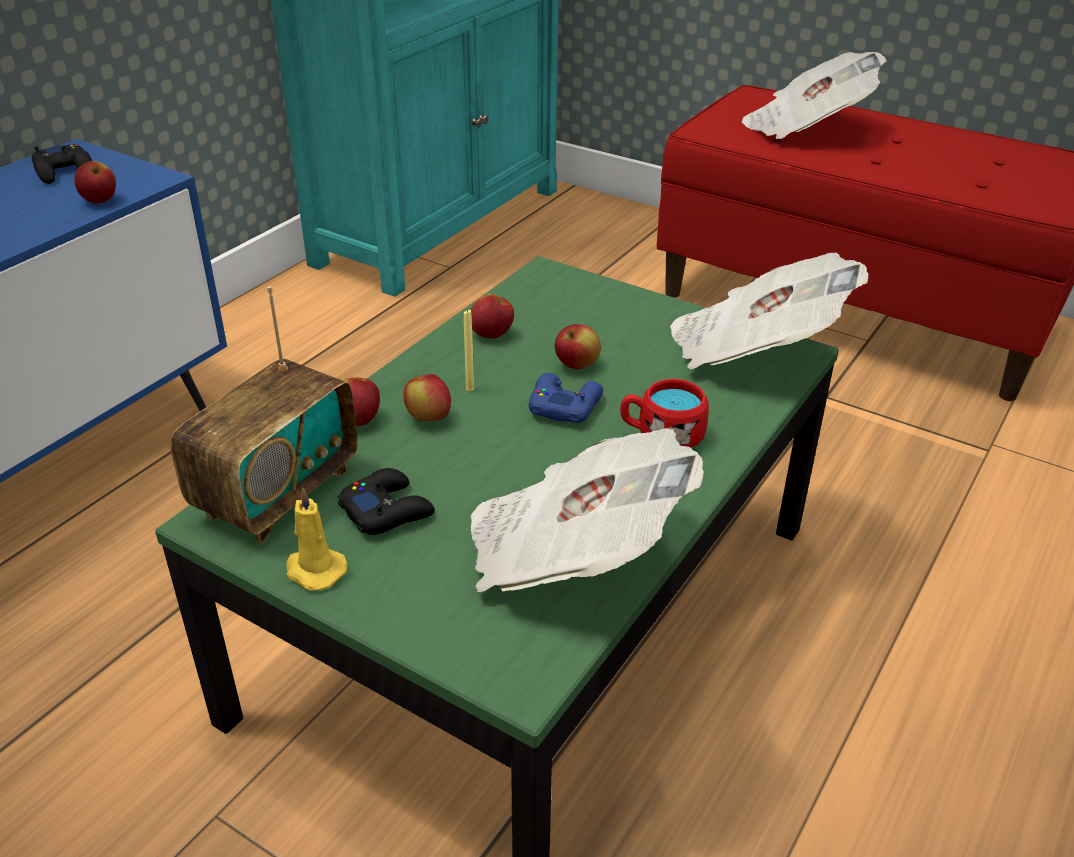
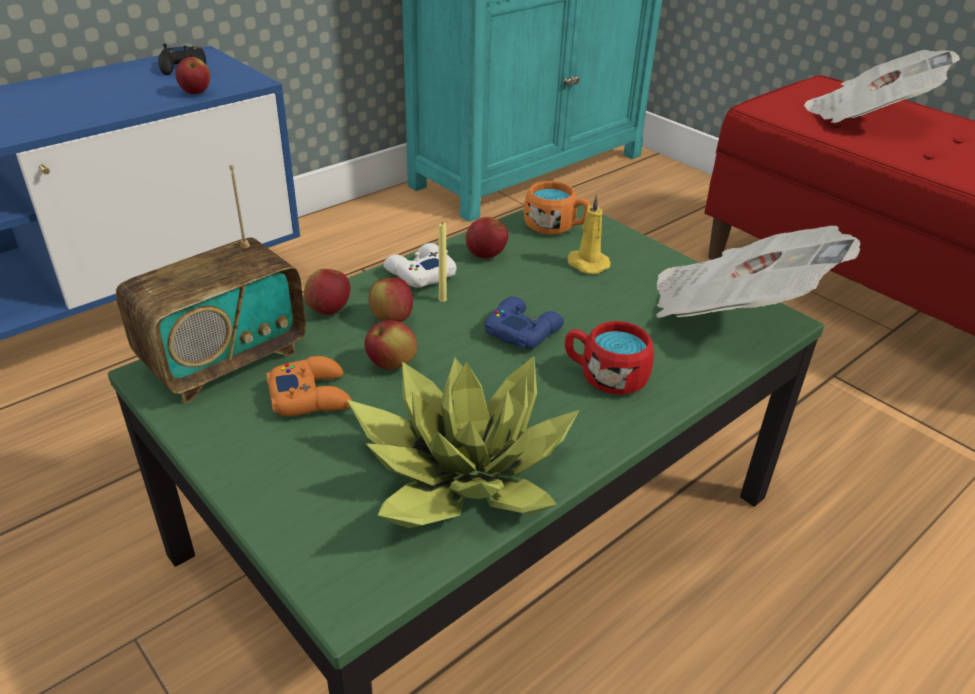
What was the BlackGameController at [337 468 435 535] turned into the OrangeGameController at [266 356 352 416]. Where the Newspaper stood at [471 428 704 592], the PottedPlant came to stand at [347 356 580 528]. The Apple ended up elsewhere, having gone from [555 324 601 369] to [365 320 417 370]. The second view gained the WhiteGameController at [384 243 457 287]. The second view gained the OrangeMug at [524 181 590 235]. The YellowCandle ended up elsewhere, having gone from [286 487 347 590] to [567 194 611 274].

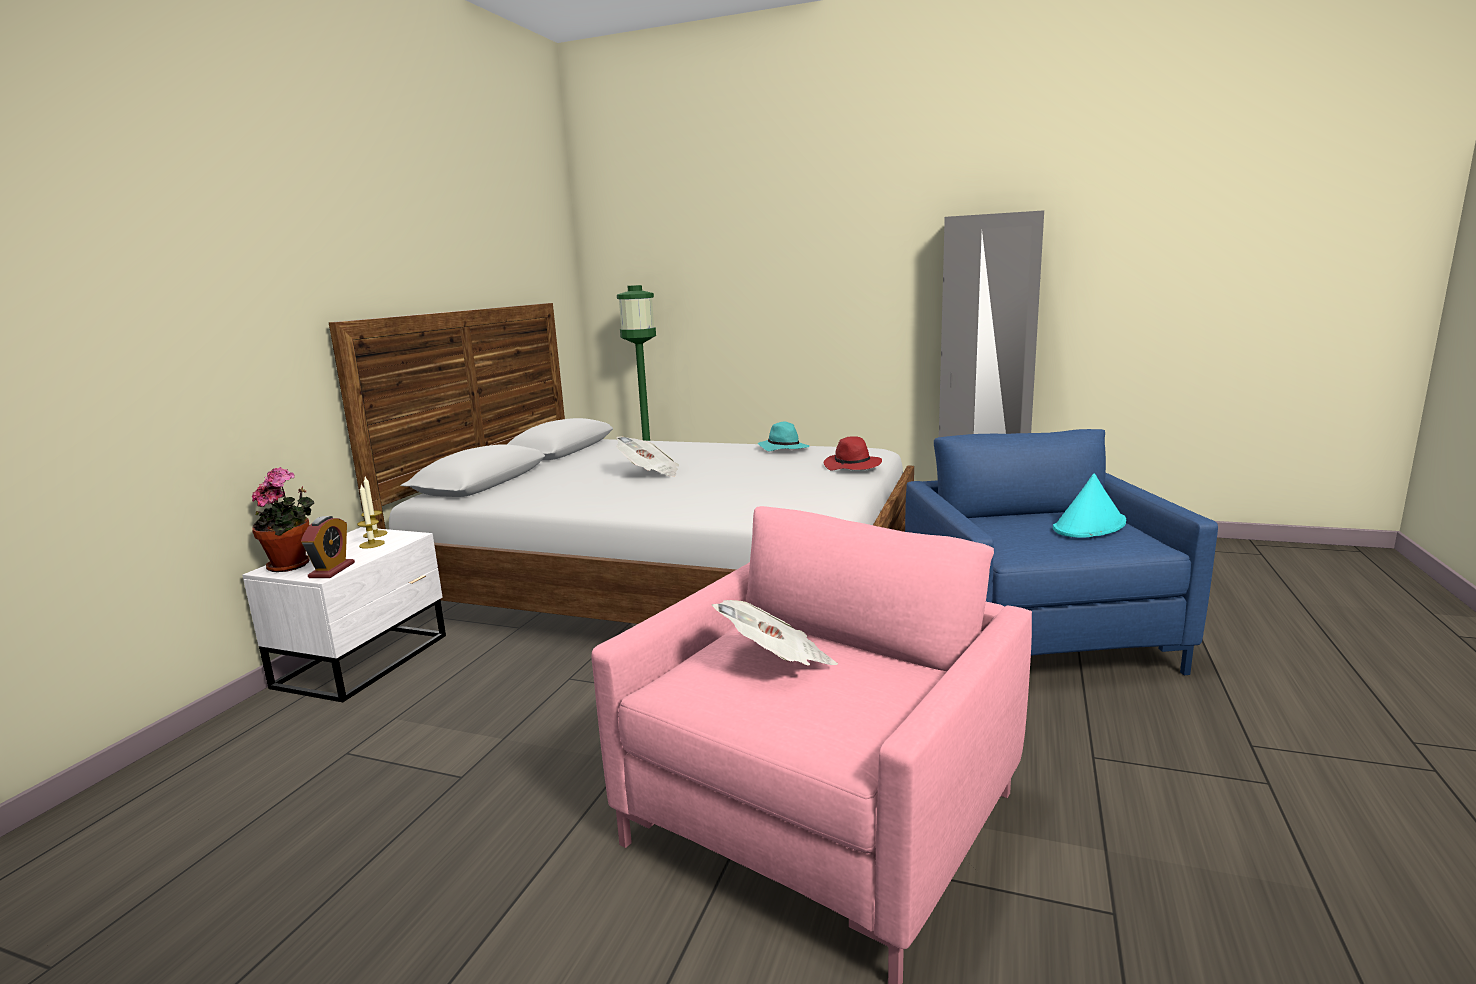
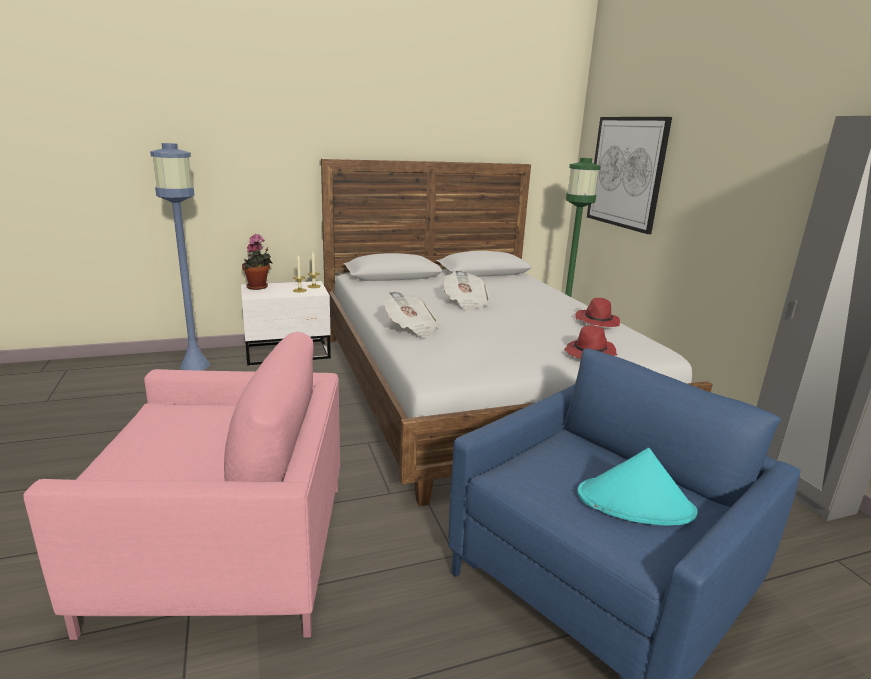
The second view gained the BlueFloorLamp at [150 143 210 371]. The Newspaper ended up elsewhere, having gone from [712 600 838 666] to [383 291 440 338]. What was the TurquoiseHat at [758 422 809 452] turned into the RedHat at [575 298 620 327]. The second view gained the Picture at [587 117 672 234]. The second view lost the AlarmClock at [301 516 355 578].

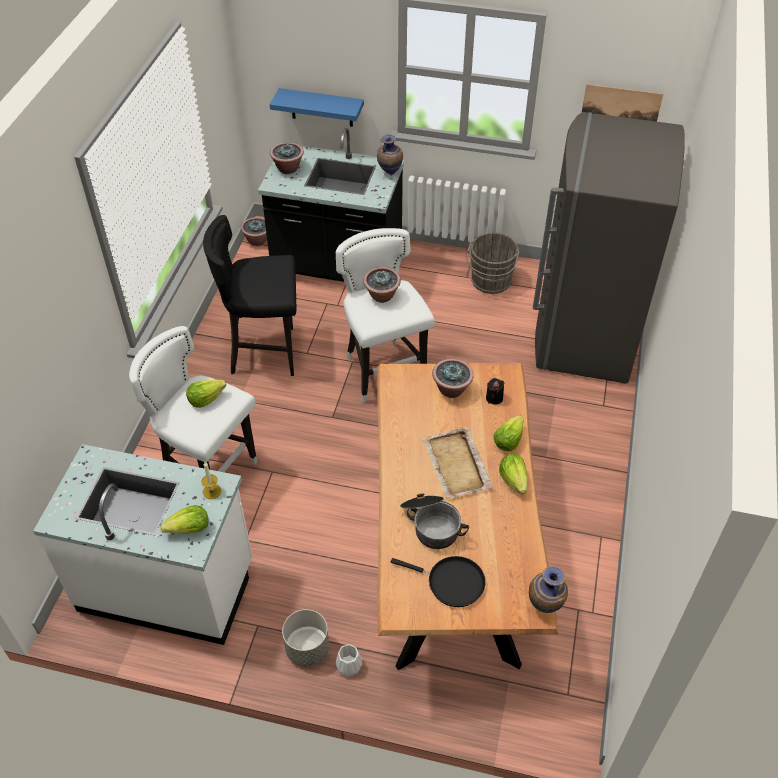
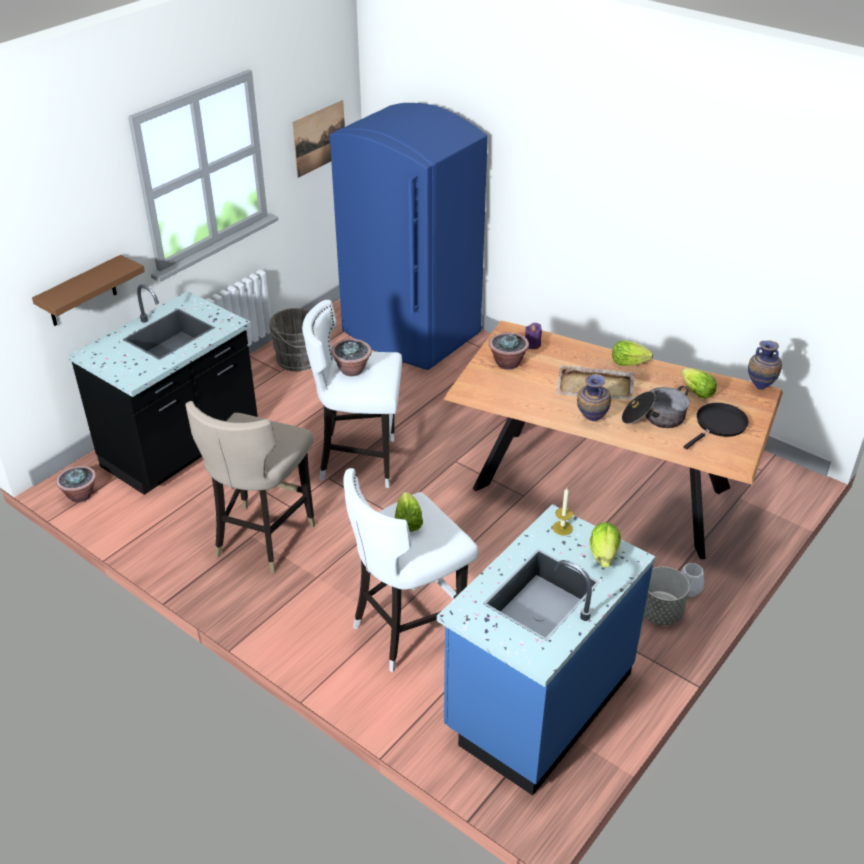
What was the BlueShelf at [270 88 364 127] turned into the BrownShelf at [32 255 145 326]. What was the BlackStool at [203 215 296 376] turned into the BeigeStool at [185 401 315 573]. What was the GreyFridge at [533 112 685 384] turned into the BlueFridge at [330 103 488 370]. What was the WhiteCounter at [33 444 252 645] turned into the BlueCounter at [437 504 655 796]. What was the BlackCandle at [486 378 504 405] turned into the PurpleCandle at [525 323 542 349]. The Vase ended up elsewhere, having gone from [377 134 403 175] to [577 374 611 421]. The Lettuce ended up elsewhere, having gone from [494 416 524 452] to [681 368 717 399]. The second view lost the PottedPlant at [270 142 304 174].

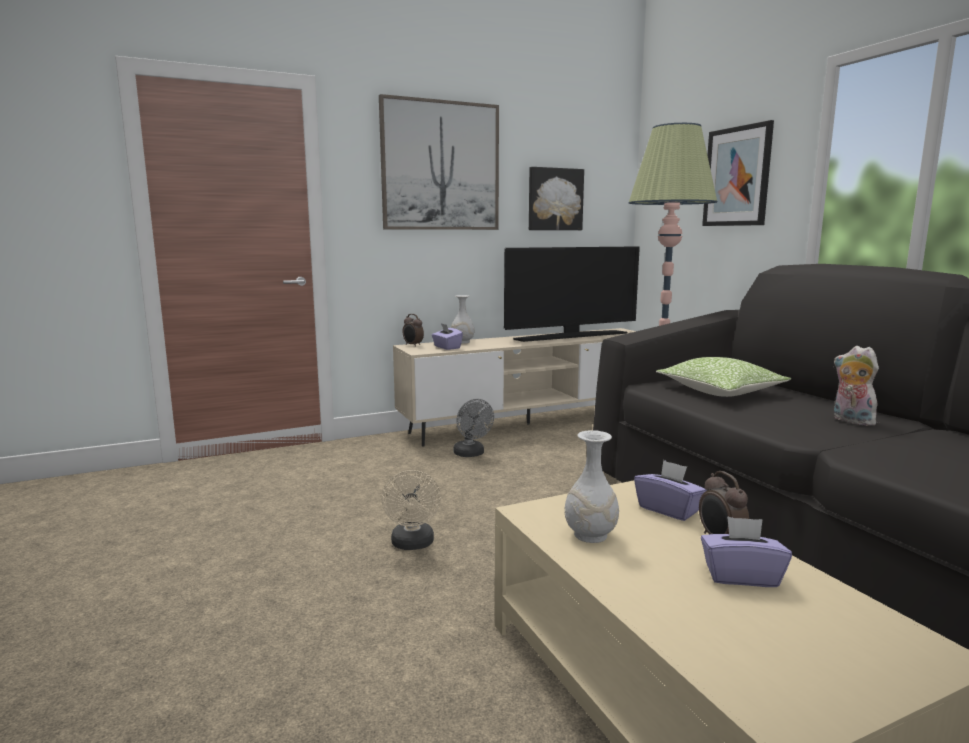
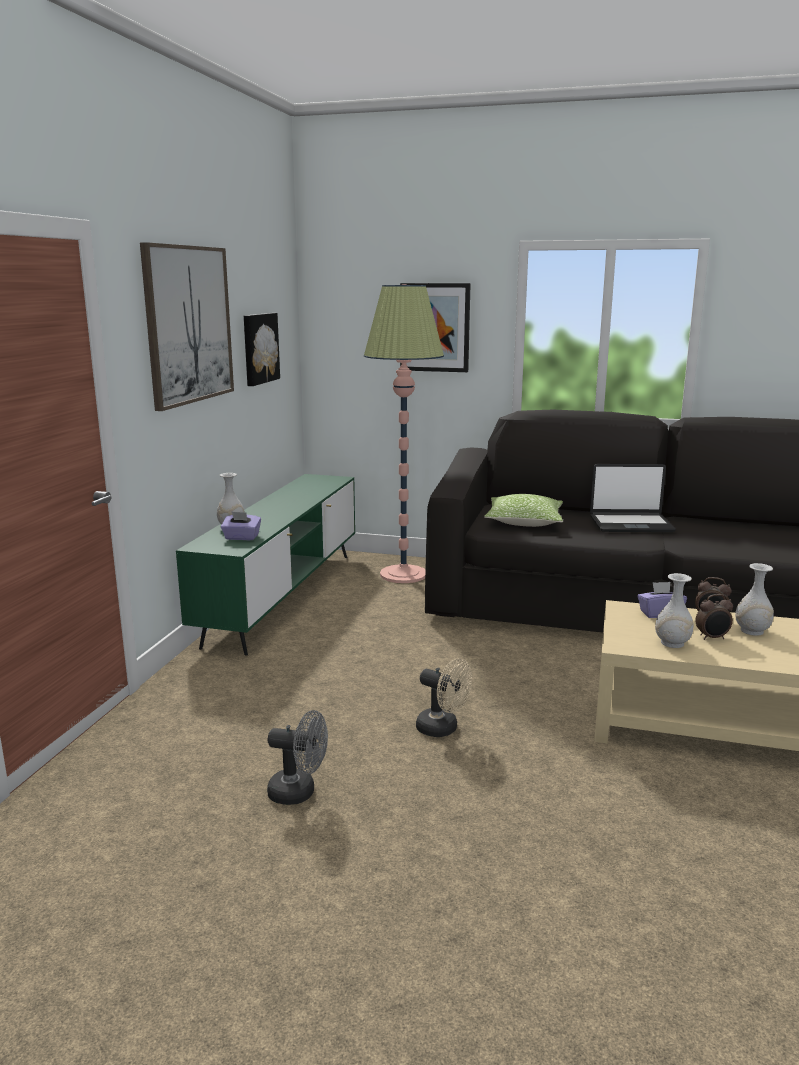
What was the BeigeTvStand at [393 328 636 447] turned into the GreenTvStand at [176 474 355 655]. The GreyFan ended up elsewhere, having gone from [453 399 494 457] to [267 710 328 805]. Where the PlushToy stood at [834 346 879 426], the Laptop came to stand at [590 464 676 532]. The AlarmClock ended up elsewhere, having gone from [403 314 424 347] to [695 594 733 640]. Where the PurpleTissueBox stood at [701 516 792 587], the WhiteVase came to stand at [735 563 774 636]. The second view lost the Television at [504 246 640 342].

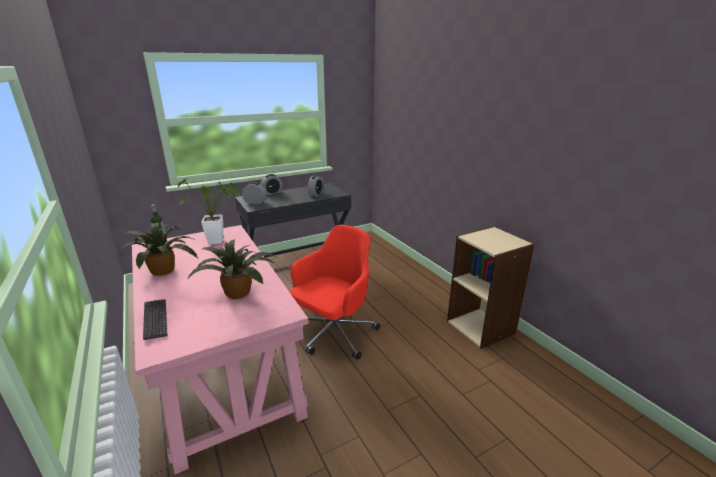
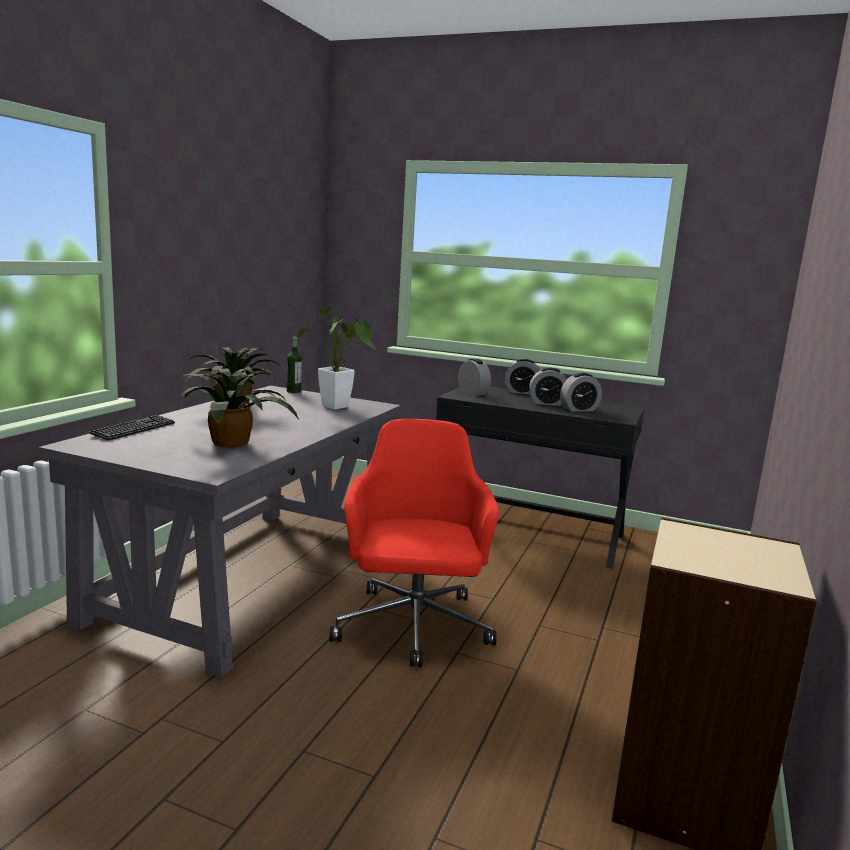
What was the PinkDesk at [132 225 309 474] turned into the GreyDesk at [39 386 401 678]. The RedOfficeChair at [289 225 380 360] ended up facing another way, 90 degrees counterclockwise from before. The second view gained the AlarmClock at [529 368 566 406].

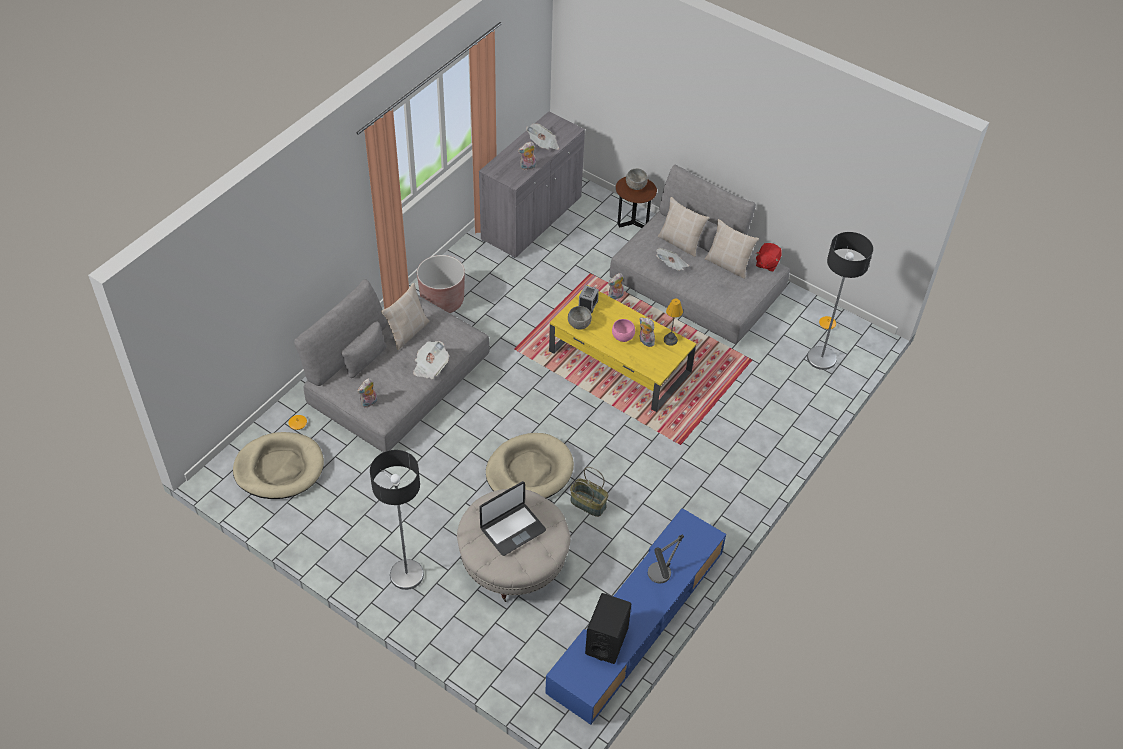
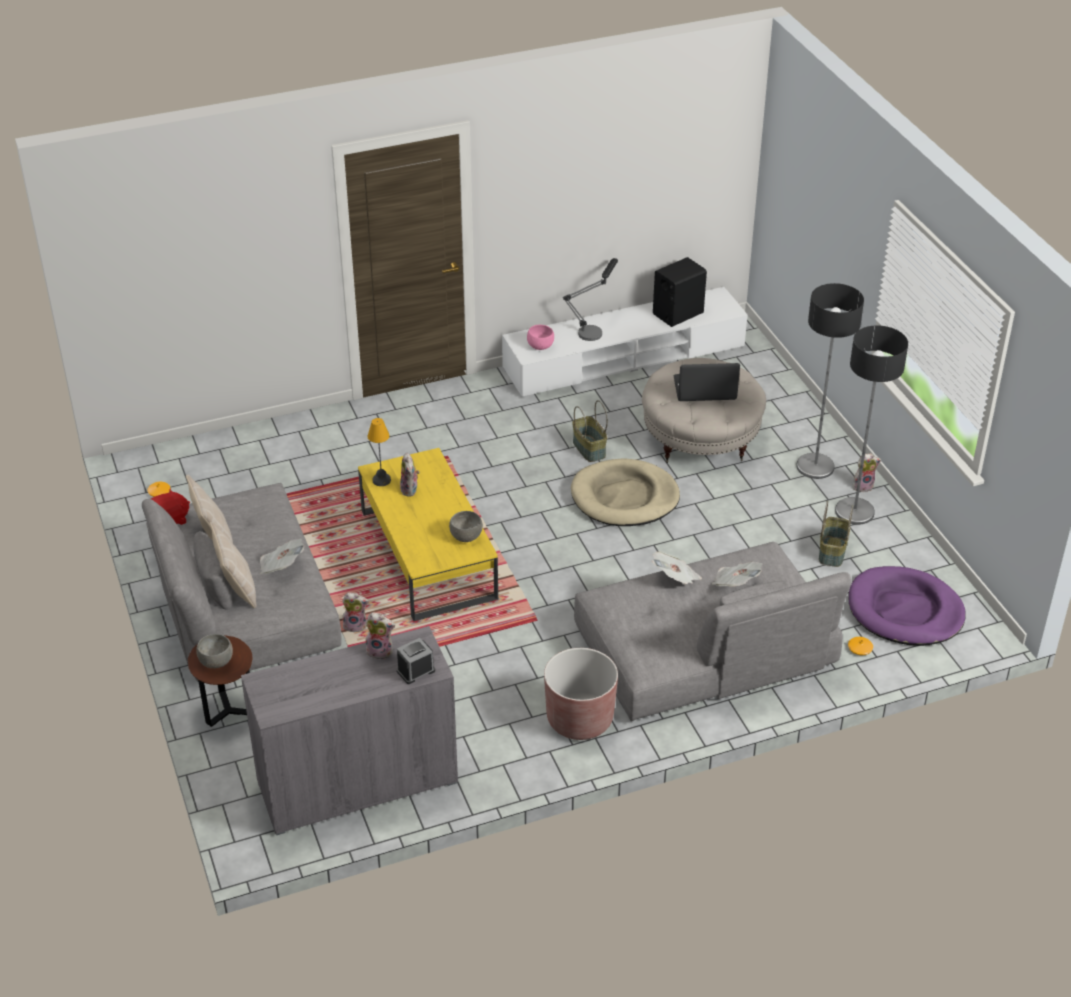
The AlarmClock ended up elsewhere, having gone from [579 285 599 314] to [396 638 435 684]. What was the BlueTvStand at [545 508 726 725] turned into the WhiteTvStand at [502 287 748 397]. The PinkBowl ended up elsewhere, having gone from [612 319 635 342] to [527 325 554 350]. The Newspaper ended up elsewhere, having gone from [526 123 559 150] to [712 561 762 587]. The second view gained the Basket at [819 501 853 567]. The FloorLamp ended up elsewhere, having gone from [807 232 873 370] to [835 326 908 525]. What was the BeigeDogBed at [233 432 324 499] turned into the PurpleDogBed at [849 566 966 646]. The PlushToy ended up elsewhere, having gone from [357 378 377 408] to [853 453 881 492]. The second view lost the BeigePillow at [381 283 430 350].

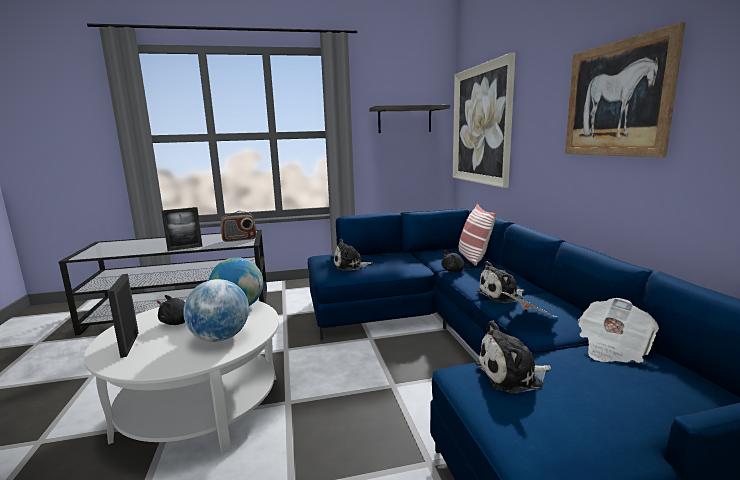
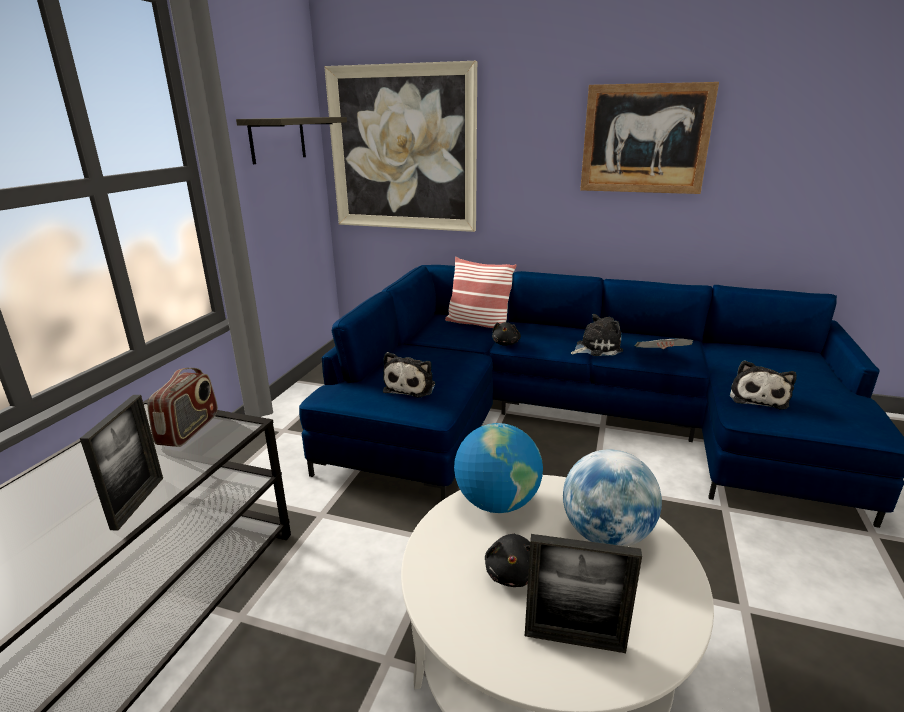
The PlushToy at [476 261 524 303] ended up facing another way, 120 degrees counterclockwise from before. The second view lost the Newspaper at [578 298 659 363].

